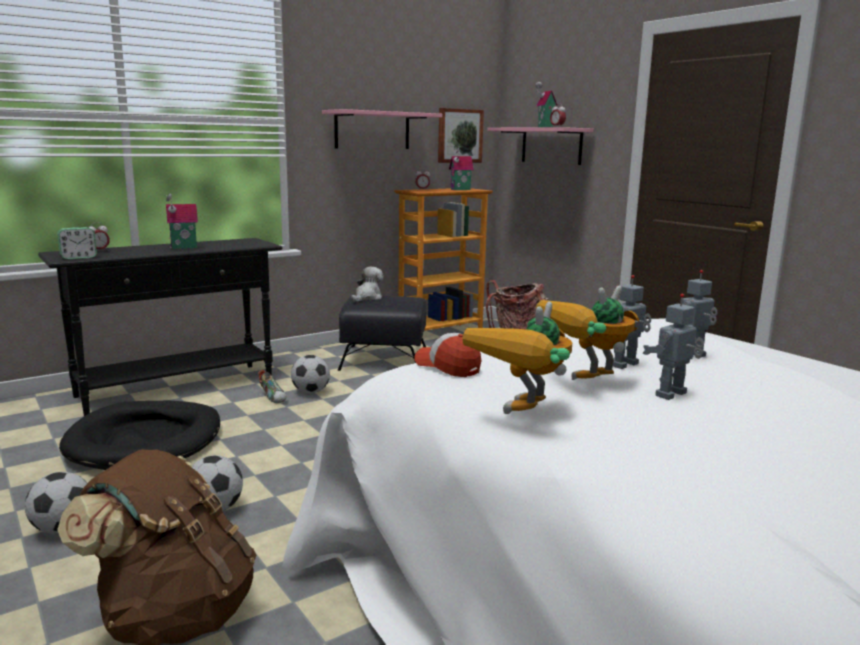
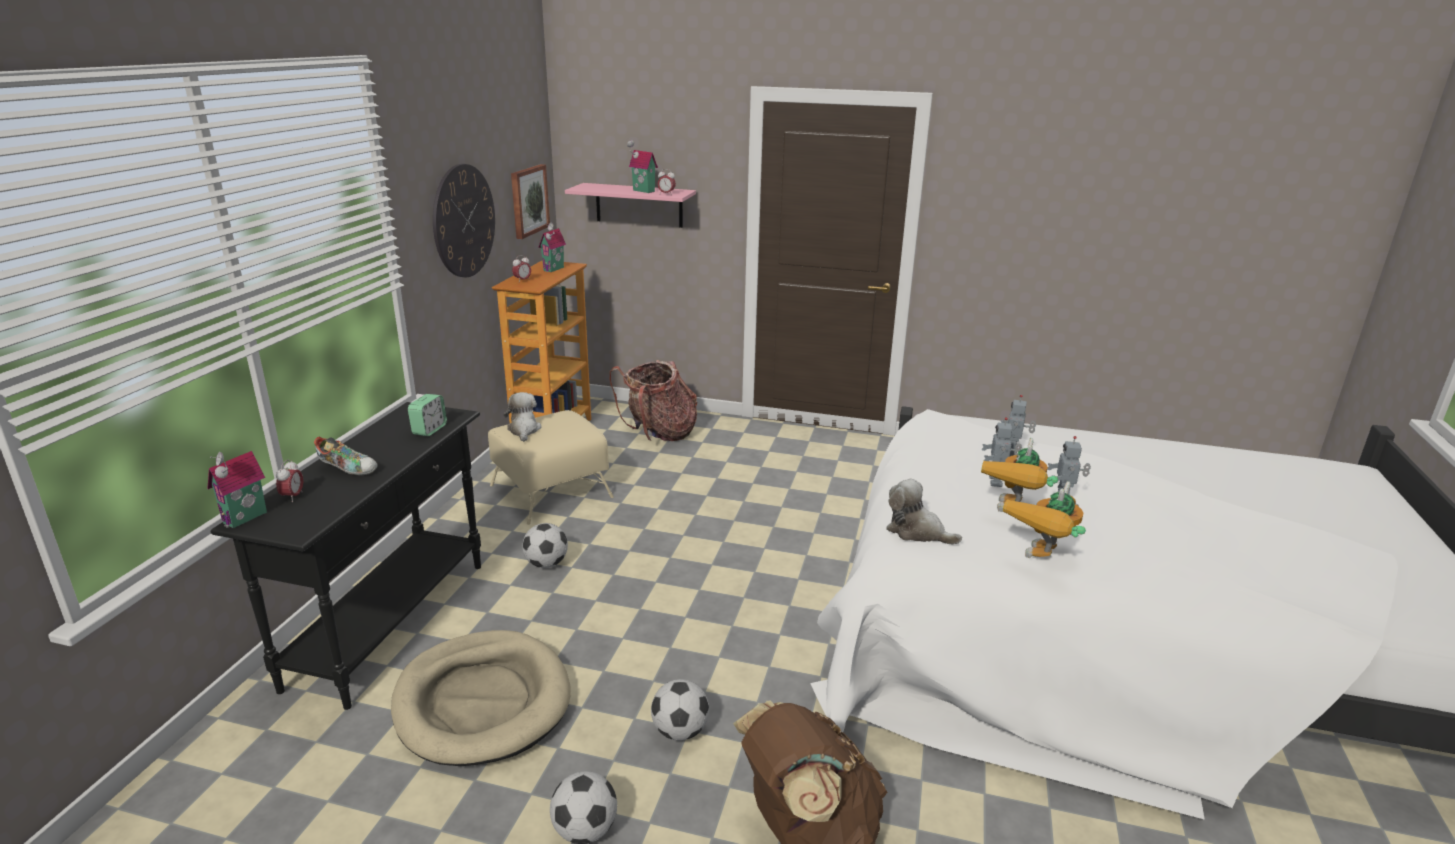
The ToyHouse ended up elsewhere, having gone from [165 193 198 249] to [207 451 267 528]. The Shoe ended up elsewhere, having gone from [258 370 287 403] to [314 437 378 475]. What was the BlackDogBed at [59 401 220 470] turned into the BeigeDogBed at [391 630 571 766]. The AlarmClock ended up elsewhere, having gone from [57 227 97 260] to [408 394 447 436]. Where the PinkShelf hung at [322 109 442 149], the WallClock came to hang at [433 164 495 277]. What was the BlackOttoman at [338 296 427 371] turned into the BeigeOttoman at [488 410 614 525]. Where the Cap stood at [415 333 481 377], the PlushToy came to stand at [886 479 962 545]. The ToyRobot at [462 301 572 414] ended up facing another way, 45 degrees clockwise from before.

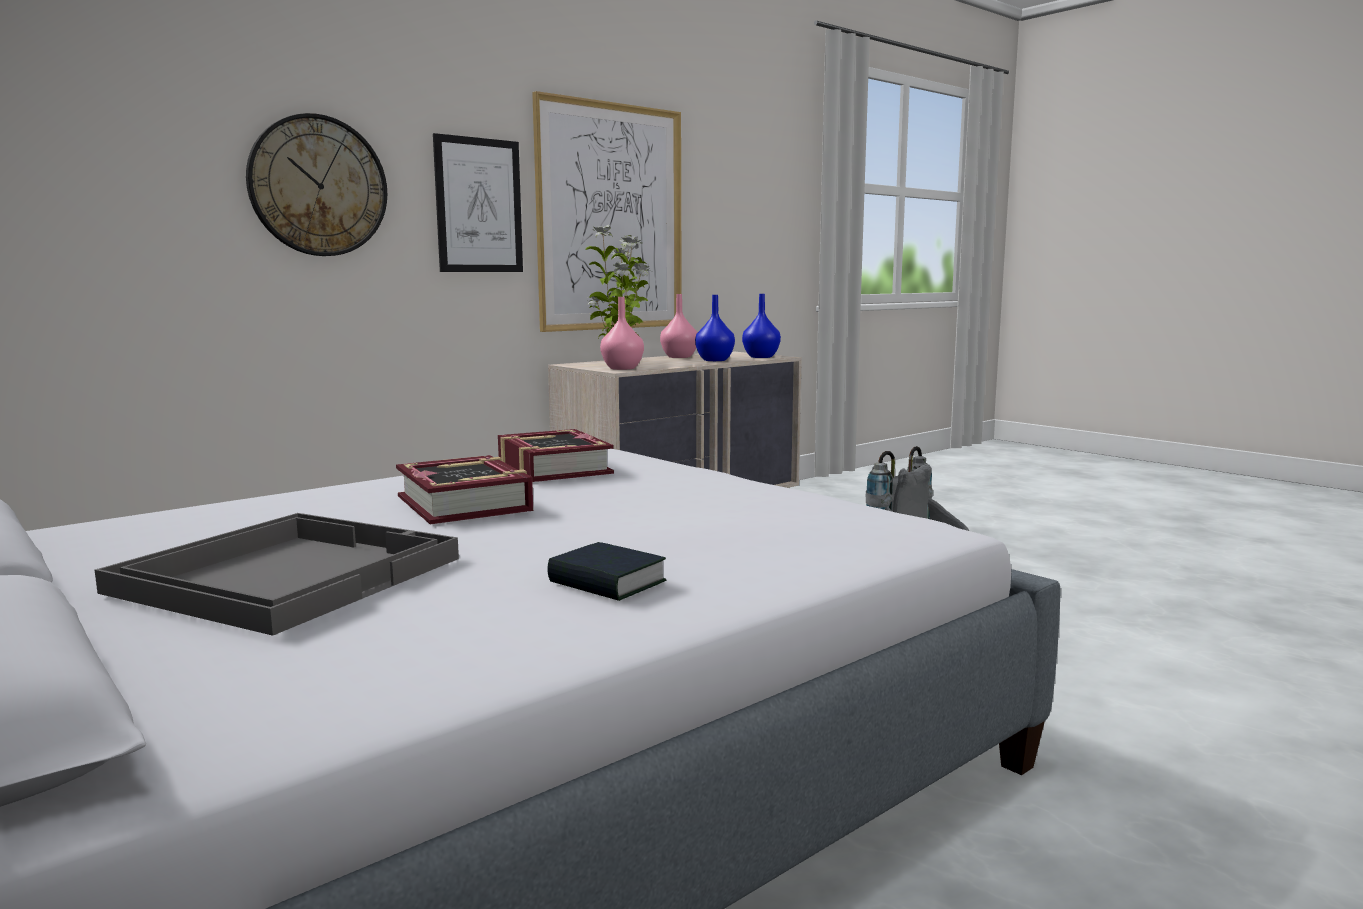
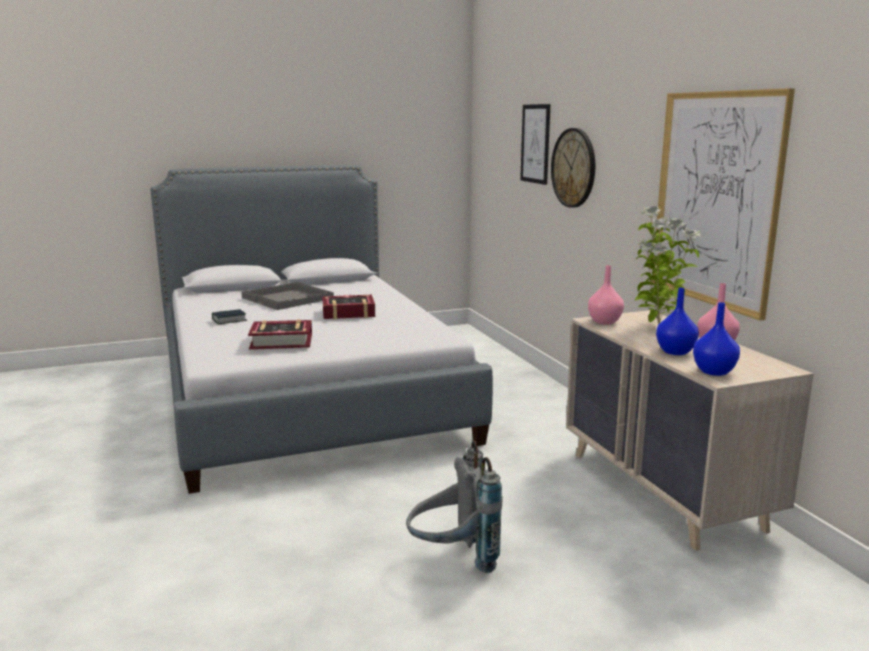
The Book ended up elsewhere, having gone from [498 429 614 482] to [248 319 312 349]. The Picture ended up elsewhere, having gone from [433 133 523 272] to [520 104 550 185].

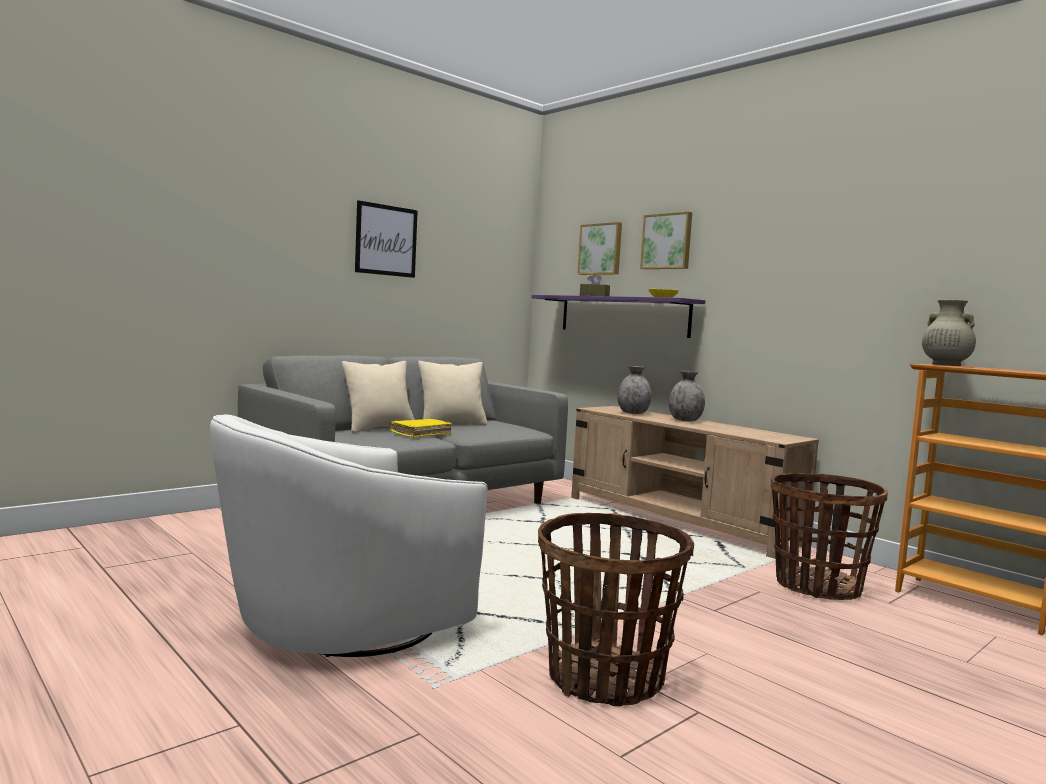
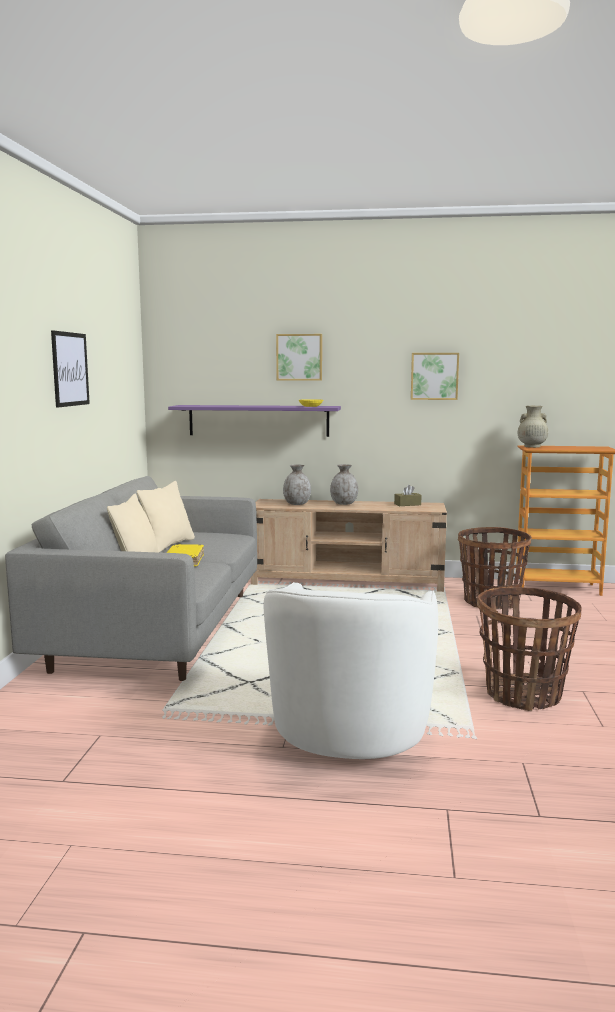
The BrownTissueBox ended up elsewhere, having gone from [580 273 610 296] to [394 485 422 506]. The Picture ended up elsewhere, having gone from [577 222 622 275] to [411 353 459 400].

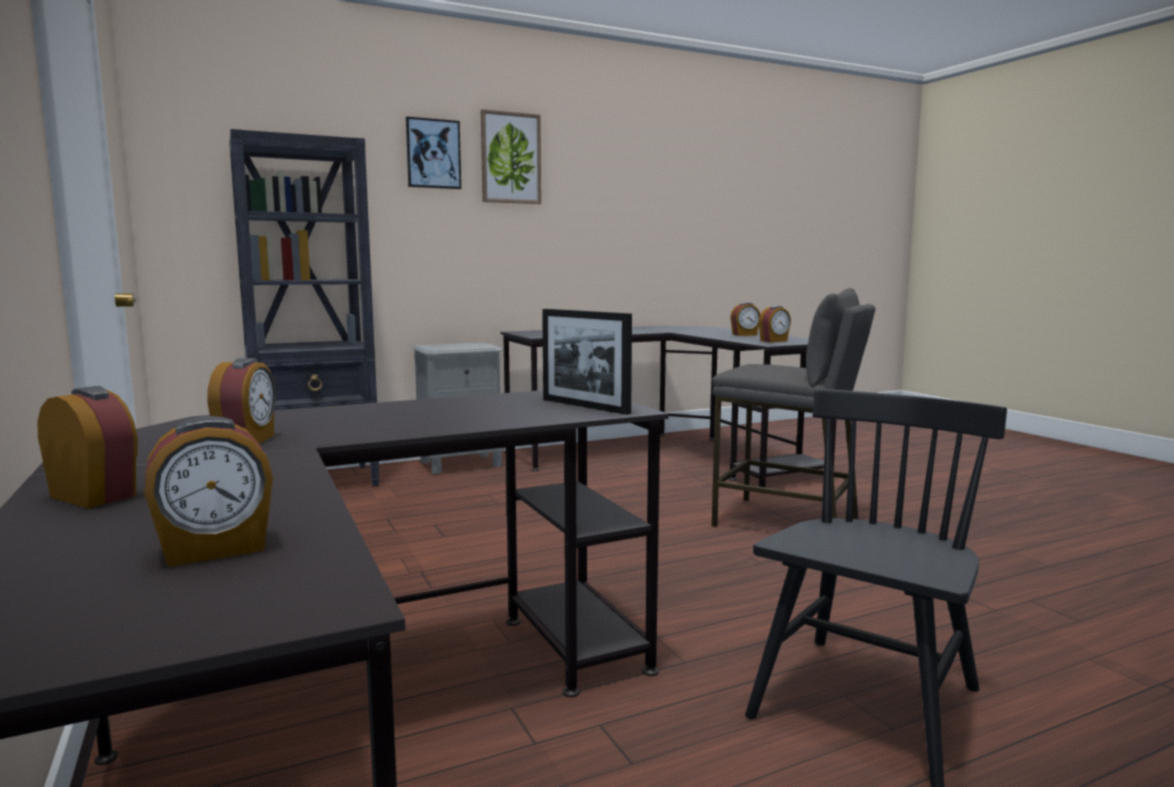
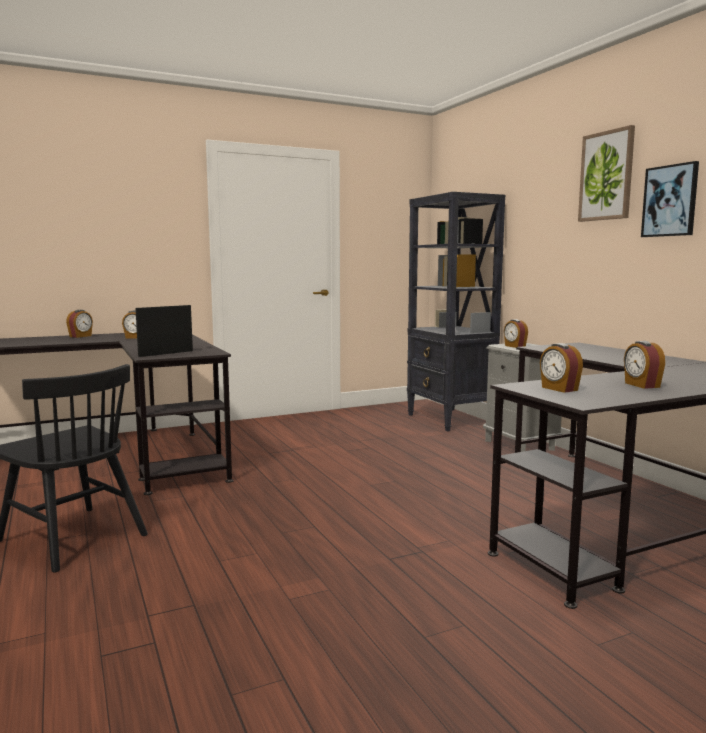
The AlarmClock ended up elsewhere, having gone from [144 416 273 567] to [504 319 528 348]. The Picture ended up elsewhere, having gone from [406 117 461 189] to [641 161 699 237]. The second view lost the GreyStool at [712 288 875 527].

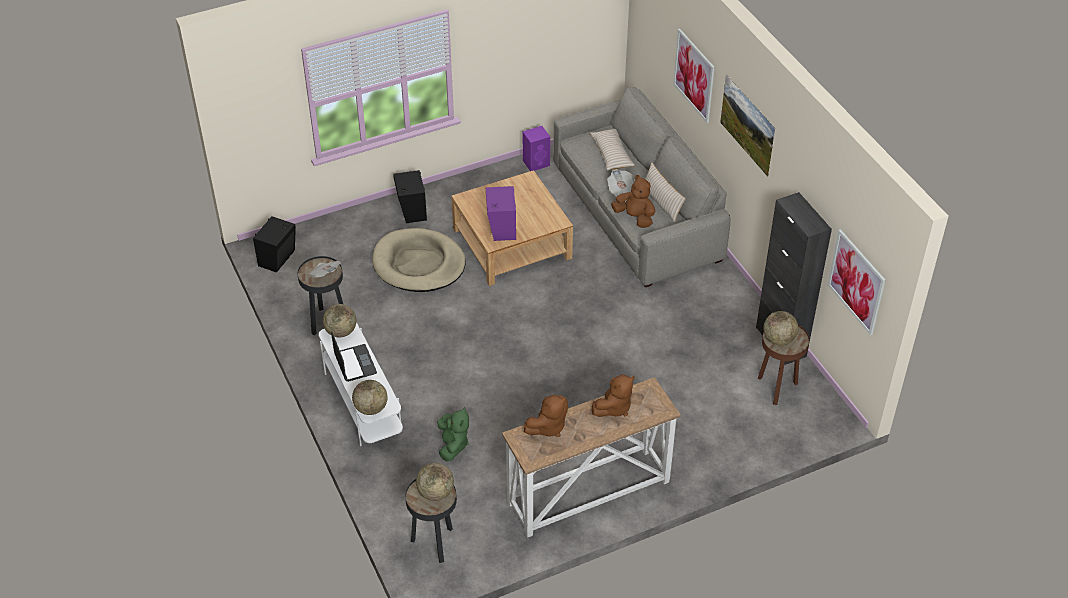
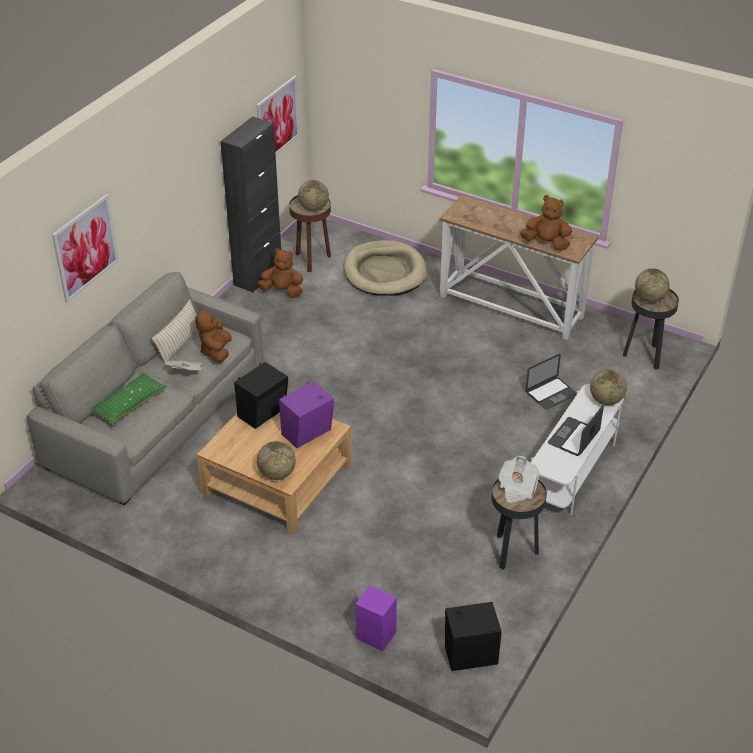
What was the BeigePillow at [590 129 635 171] turned into the GreenPillow at [91 373 167 425]. The BlackSpeaker ended up elsewhere, having gone from [393 170 427 223] to [234 362 288 429]. The BrownPlushToy ended up elsewhere, having gone from [592 374 634 417] to [257 248 303 298]. The Globe ended up elsewhere, having gone from [323 304 357 338] to [257 441 296 480]. The BeigeDogBed ended up elsewhere, having gone from [372 228 466 292] to [344 240 427 296]. The PurpleSpeaker ended up elsewhere, having gone from [523 126 550 171] to [356 585 397 651]. Where the GreenPlushToy stood at [437 407 469 461], the Laptop came to stand at [526 354 577 410]. The second view lost the Picture at [720 75 775 177].

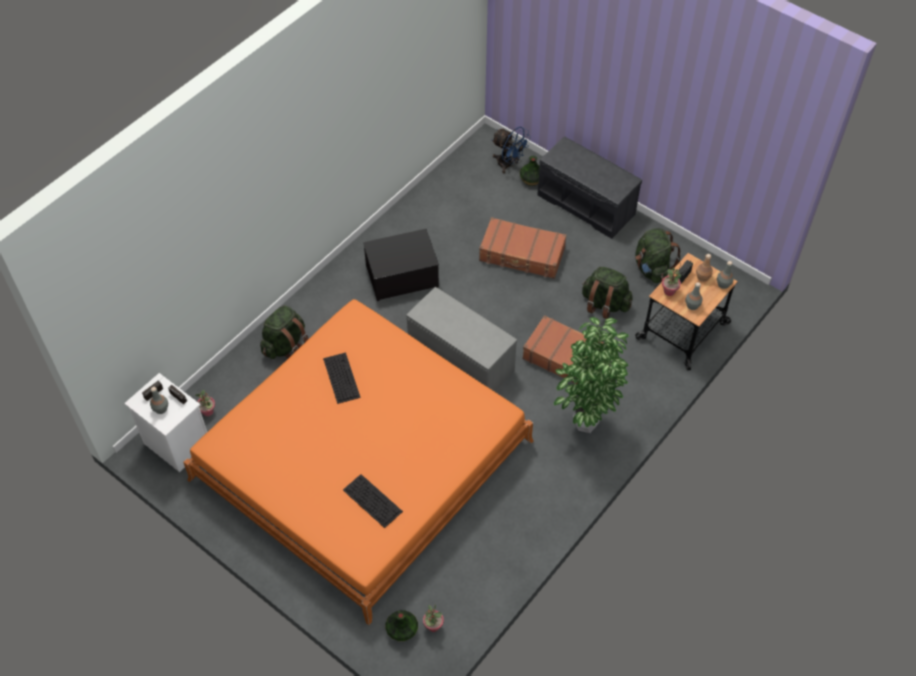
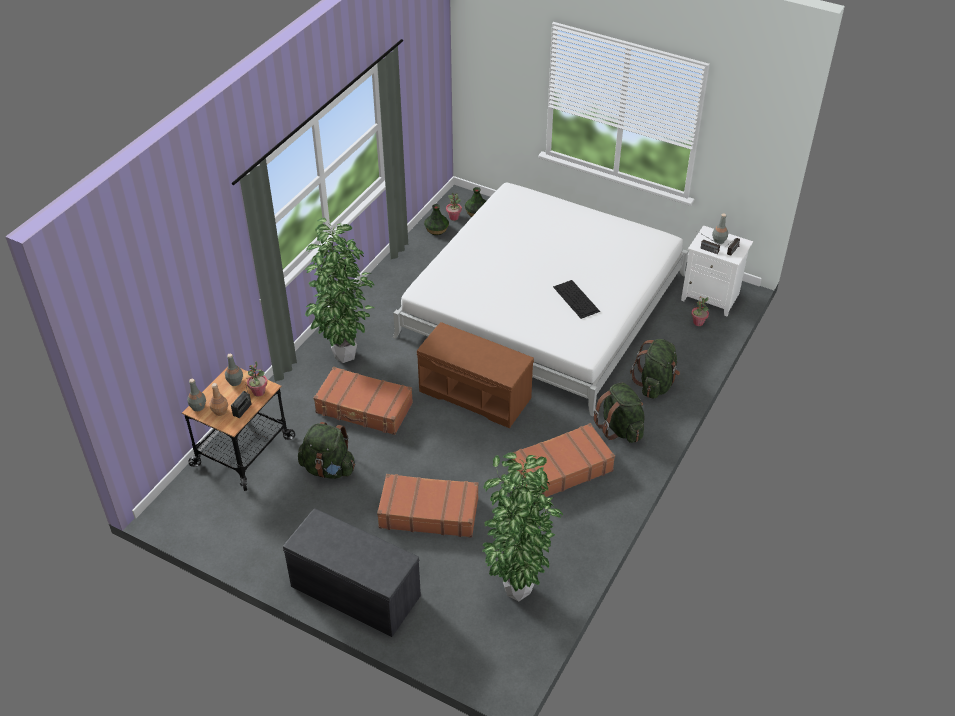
What was the OrangeBed at [183 299 534 625] turned into the WhiteBed at [393 182 688 417]. What was the GreyBench at [406 287 517 392] turned into the BrownBench at [417 322 534 428]. The Vase ended up elsewhere, having gone from [520 156 540 186] to [424 204 449 235]. The second view gained the PottedPlant at [482 452 563 601]. Where the StorageBox stood at [363 229 439 301], the BrownSuitcase came to stand at [512 423 615 497]. The GreenBackpack ended up elsewhere, having gone from [635 228 681 283] to [594 383 644 443]. The second view lost the Keyboard at [343 474 403 528]. The second view lost the BlueFan at [492 127 531 173].

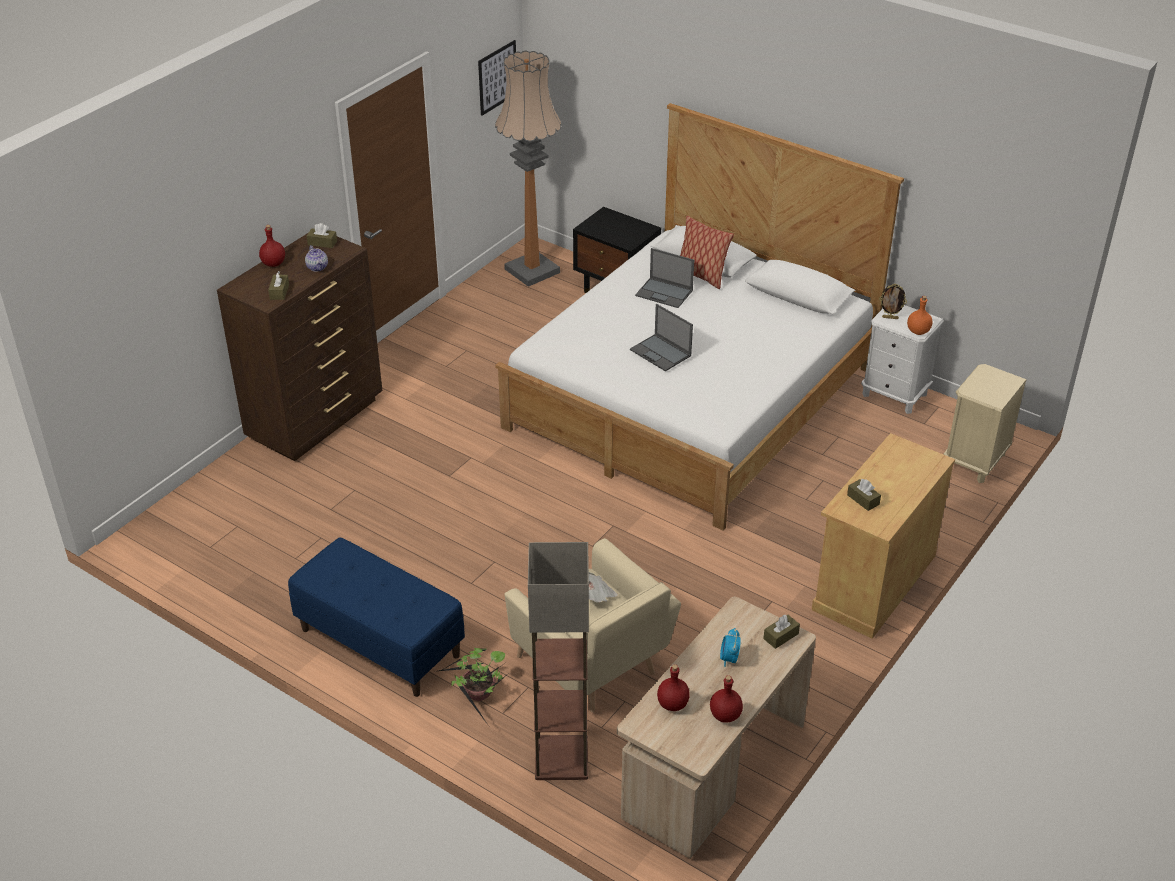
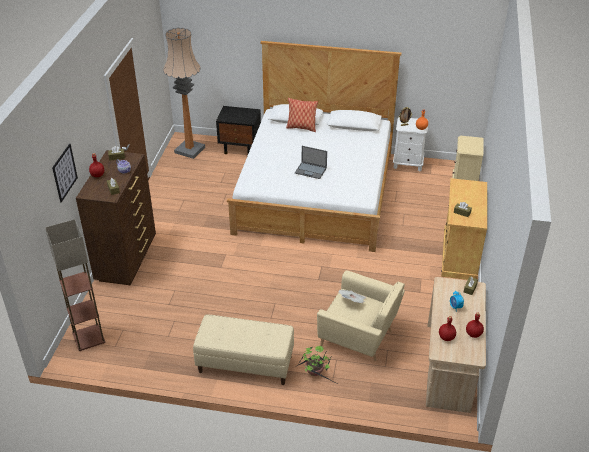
The FloorLamp ended up elsewhere, having gone from [528 542 589 780] to [45 219 105 351]. The Picture ended up elsewhere, having gone from [478 40 516 116] to [52 144 78 203]. What was the BlueBench at [288 538 465 697] turned into the BeigeBench at [193 314 294 385]. The second view lost the Laptop at [635 248 694 308].

